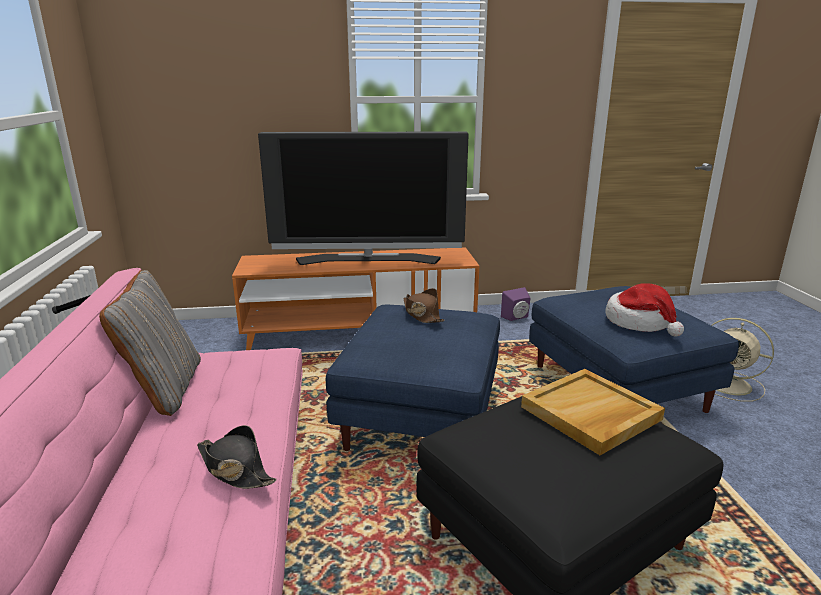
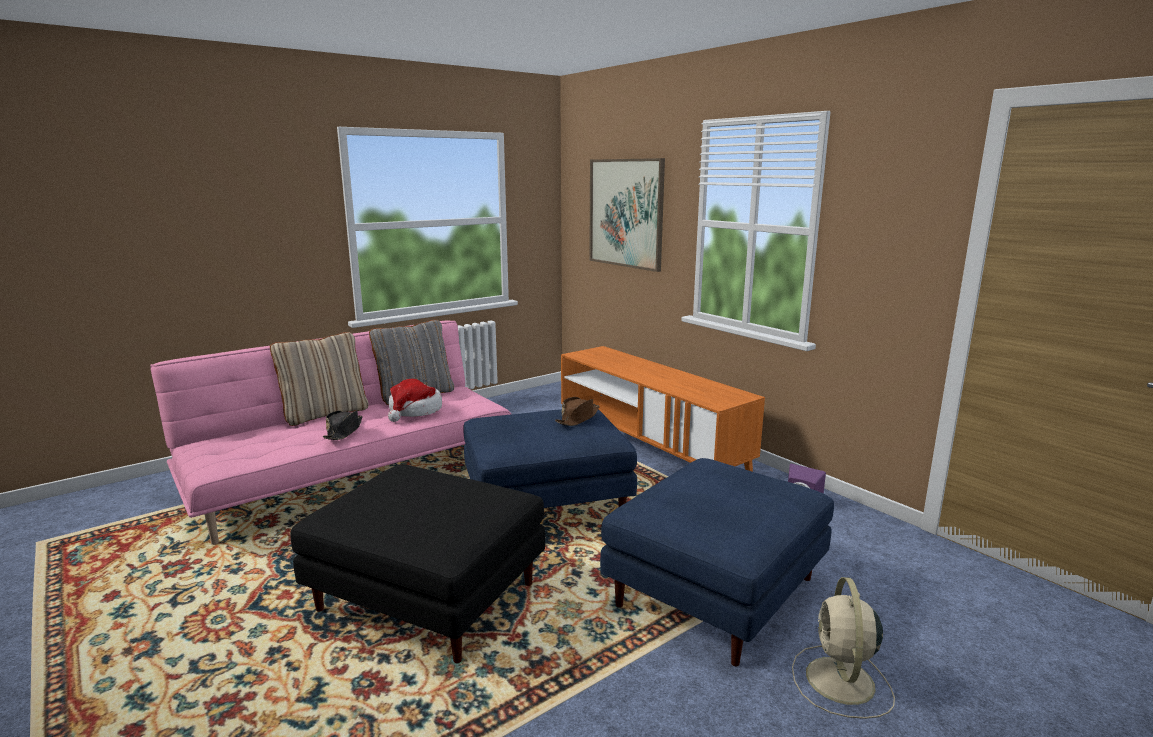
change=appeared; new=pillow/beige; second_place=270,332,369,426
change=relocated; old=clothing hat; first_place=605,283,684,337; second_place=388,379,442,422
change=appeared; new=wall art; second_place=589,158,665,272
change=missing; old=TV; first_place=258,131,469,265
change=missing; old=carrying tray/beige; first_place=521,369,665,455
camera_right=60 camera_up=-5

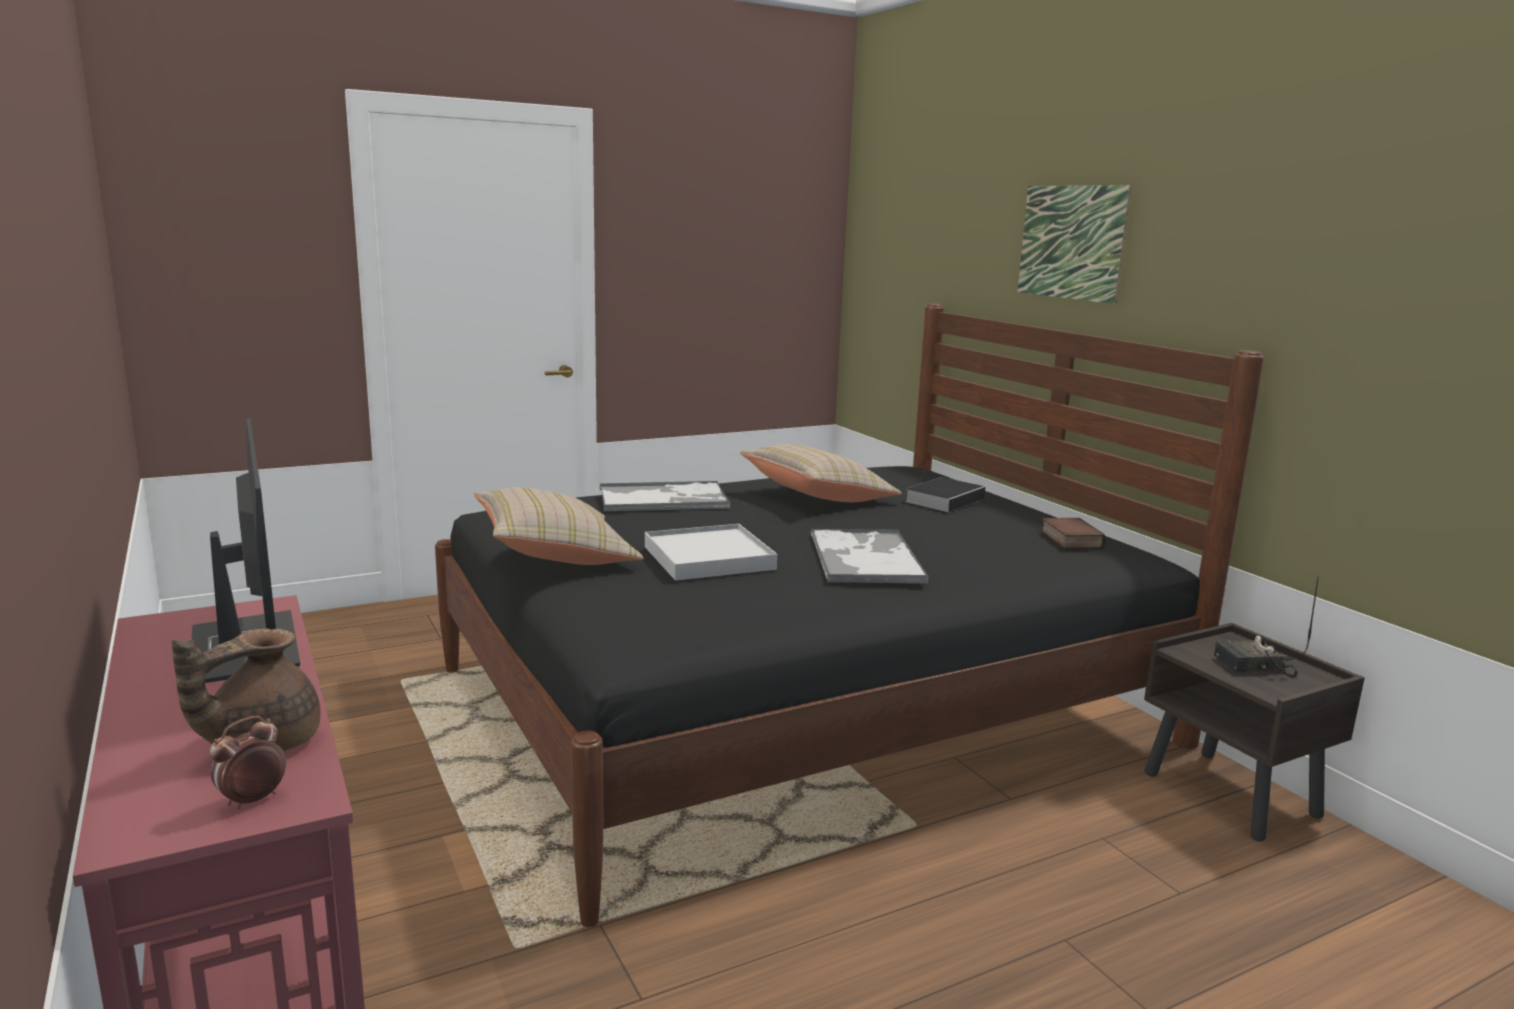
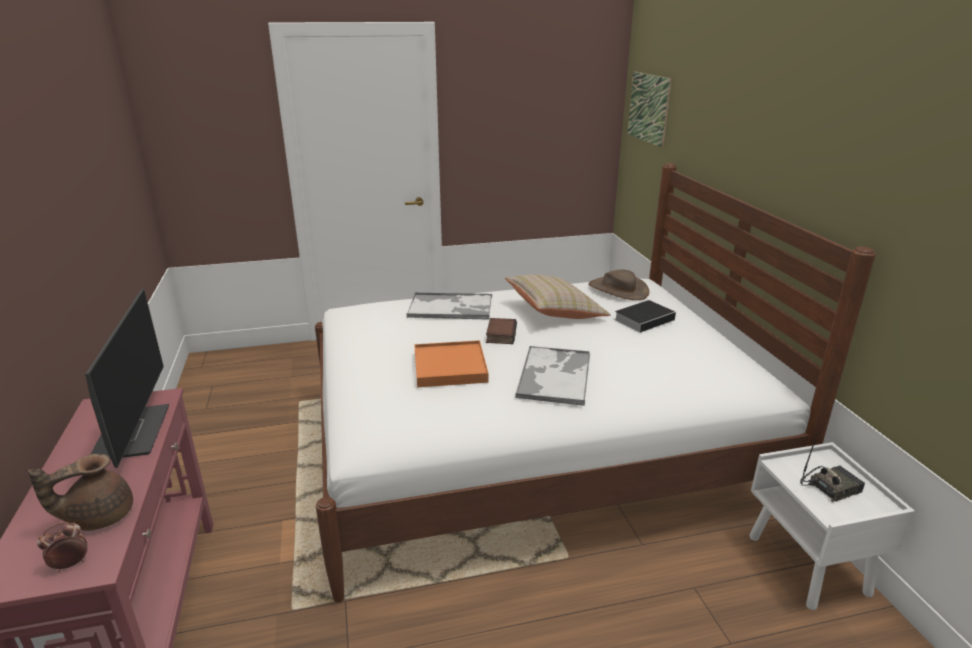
change=colour; old=sleeping bed/blackish; new=sleeping bed/white-coloured; first_place=435,304,1264,927; second_place=315,163,876,603
change=colour; old=carrying tray/white-coloured; new=carrying tray/orange-coloured; first_place=645,524,777,581; second_place=414,340,489,387
change=relocated; old=volume; first_place=1041,518,1106,549; second_place=486,318,517,344
change=appeared; new=clothing hat/brownish; second_place=589,269,649,300
change=relocated; old=wall art; first_place=1018,185,1132,304; second_place=628,72,672,148
change=colour; old=night table/brownish; new=night table/white-coloured; first_place=1144,623,1365,842; second_place=750,442,915,610
change=spun; old=radio receiver; first_place=1214,576,1319,678; second_place=800,431,865,502; degrees=150
change=missing; old=pillow/beige; first_place=474,487,643,565
camera_right=15 camera_up=10

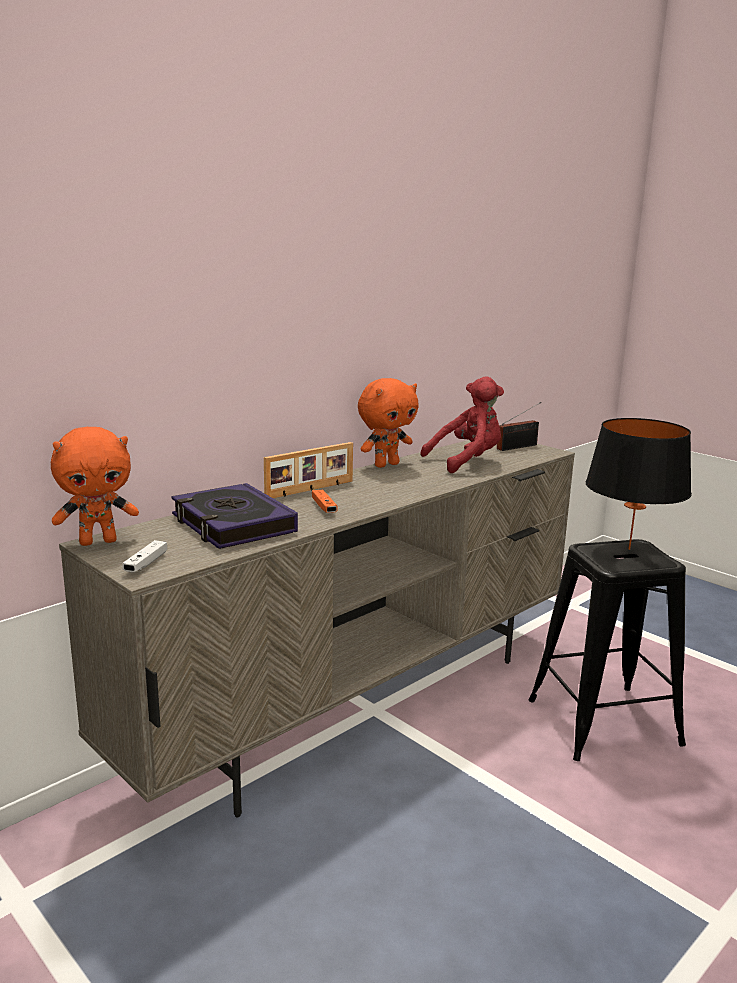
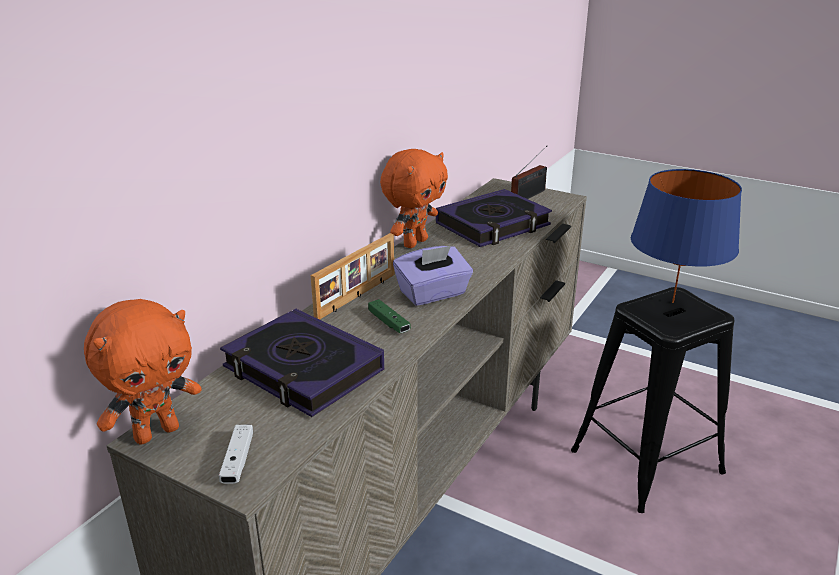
change=colour; old=gamepad/orange-coloured; new=gamepad/greenish; first_place=312,489,338,513; second_place=368,299,411,333
change=appeared; new=tissue box/purple; second_place=393,246,473,306
change=exchanged; old=cuddly toy/red; new=volume; first_place=421,376,504,473; second_place=436,189,552,247
change=colour; old=tabletop lamp/blackish; new=tabletop lamp/blue; first_place=586,418,692,550; second_place=631,169,742,303
camera_right=-15 camera_up=10

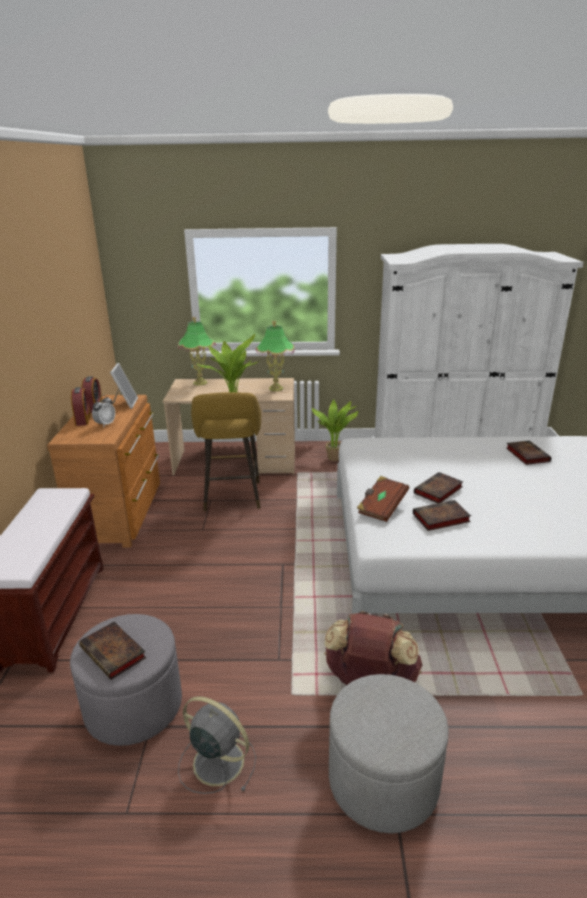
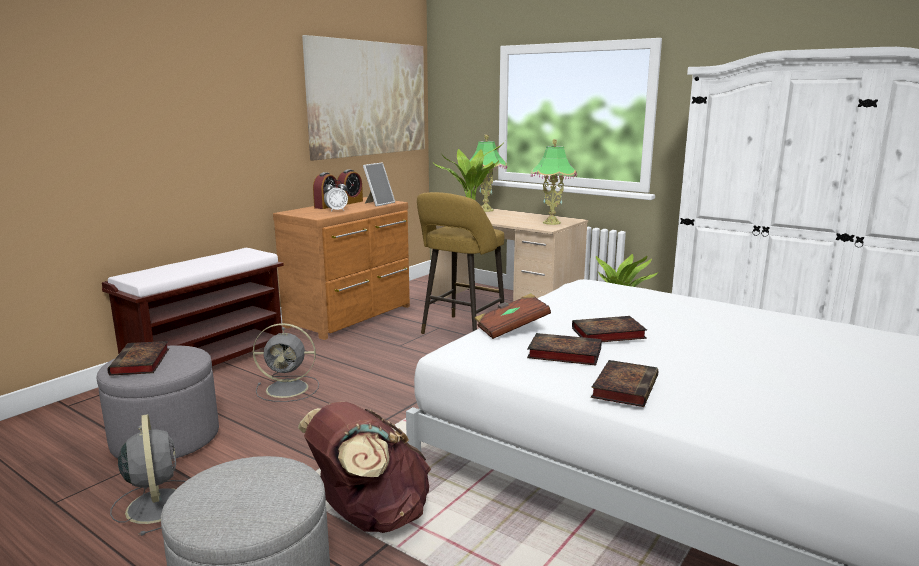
change=appeared; new=fan/gray; second_place=253,323,319,402
change=appeared; new=wall art; second_place=302,35,425,160
change=relocated; old=volume; first_place=506,440,551,465; second_place=591,360,658,407
camera_right=35 camera_up=-10

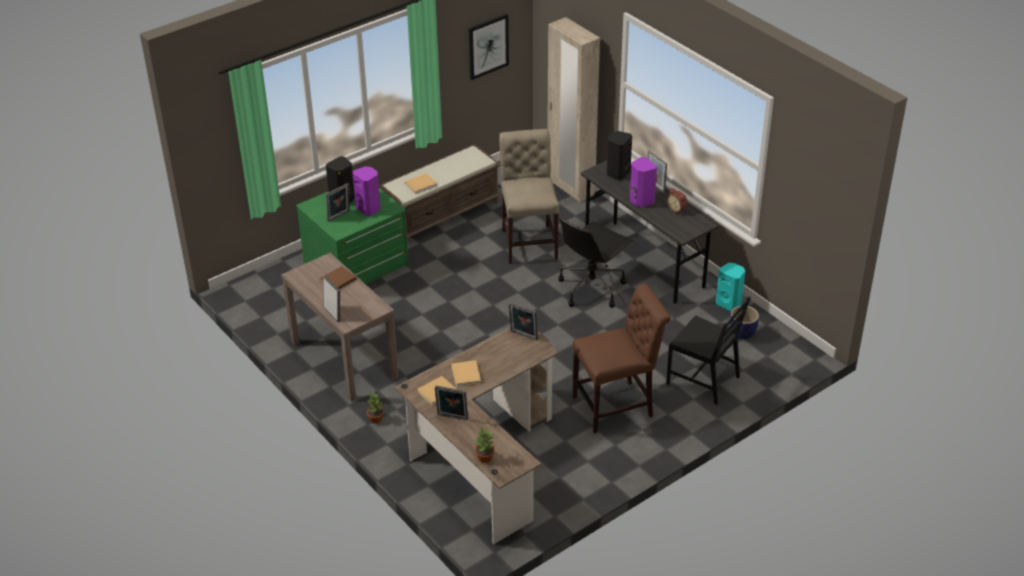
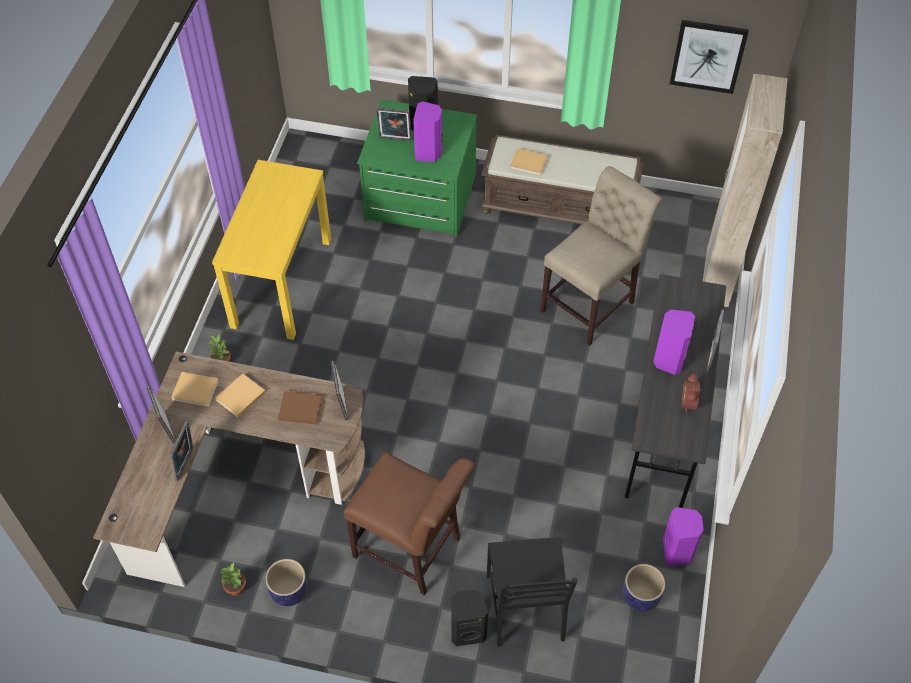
change=relocated; old=photo frame; first_place=323,276,340,322; second_place=169,421,193,481
change=colour; old=console table/brownish; new=console table/yellow; first_place=281,253,399,402; second_place=212,160,331,340
change=relocated; old=plant in a pot; first_place=475,426,495,463; second_place=220,563,246,596
change=appeared; new=plant pot; second_place=265,559,308,606
change=relocated; old=volume/brownish; first_place=319,266,357,289; second_place=278,391,323,424
change=relocated; old=audio speaker/blackish; first_place=607,131,632,180; second_place=451,590,488,646
change=colour; old=audio speaker/blue-green; new=audio speaker/purple; first_place=716,263,745,312; second_place=663,507,704,566
change=missing; old=computer chair/blackish; first_place=558,217,634,308
camera_right=50 camera_up=15

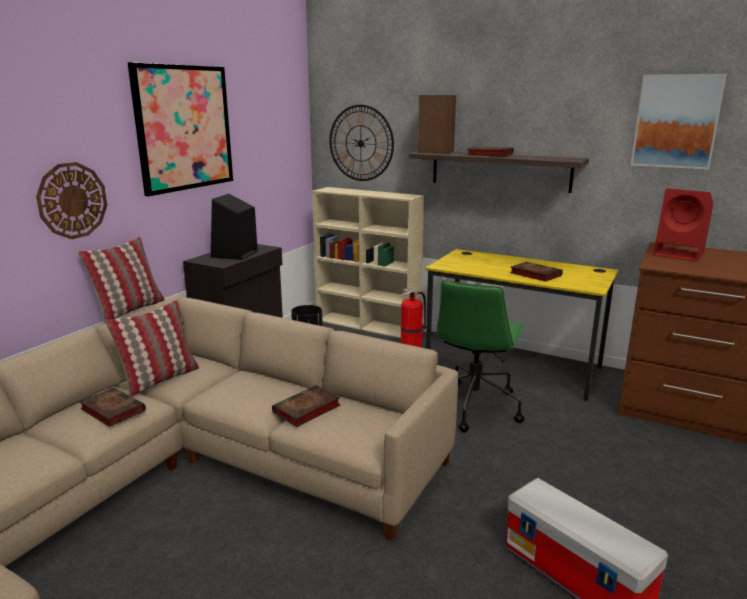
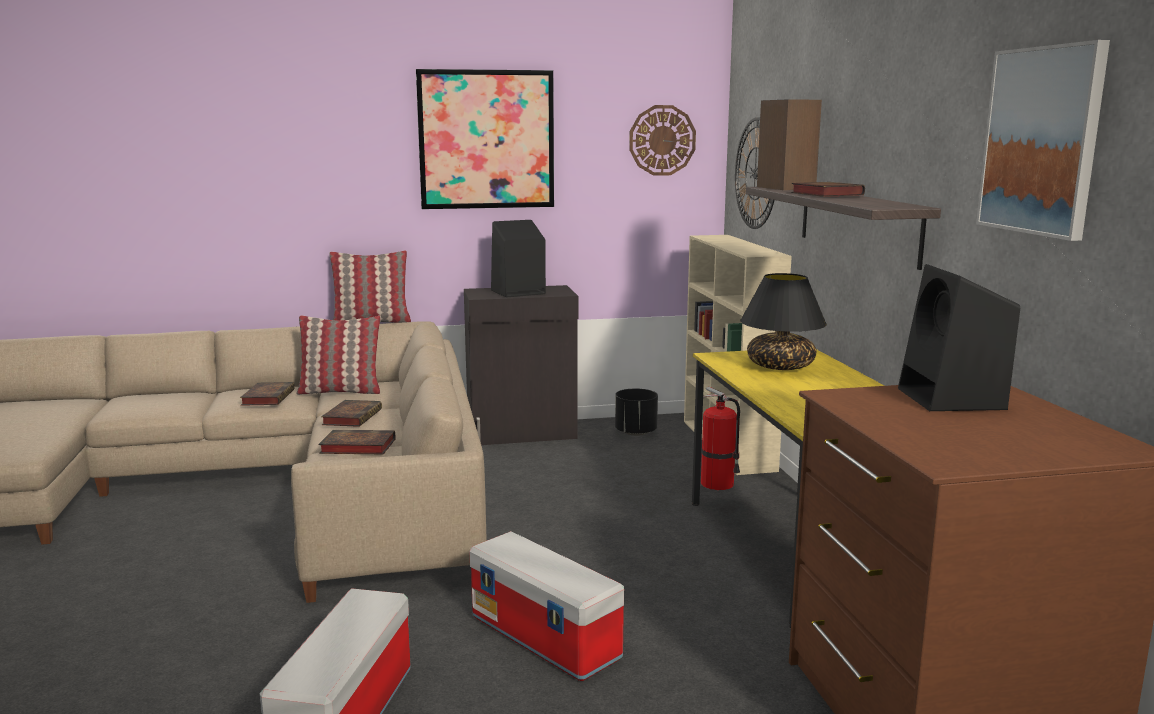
change=relocated; old=volume; first_place=510,262,563,282; second_place=321,400,382,427
change=appeared; new=storage box; second_place=470,531,624,681
change=relocated; old=clock on the wall; first_place=36,162,107,239; second_place=629,105,696,176
change=appeared; new=tabletop lamp/blackish; second_place=740,273,827,370
change=colour; old=audio speaker/red; new=audio speaker/blackish; first_place=653,189,713,262; second_place=898,264,1020,411
change=missing; old=computer chair/greenish; first_place=437,280,524,432
camera_right=50 camera_up=-5

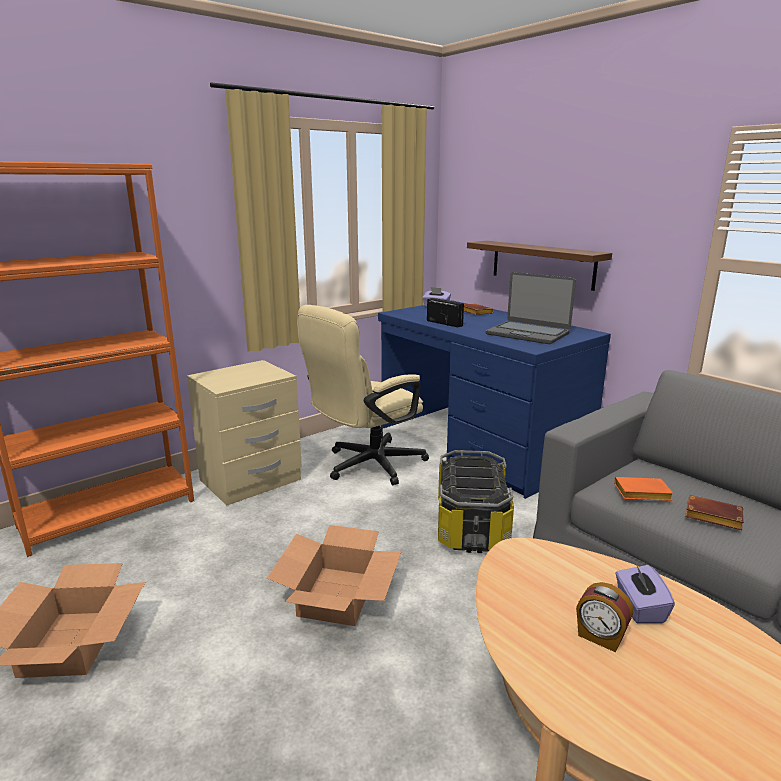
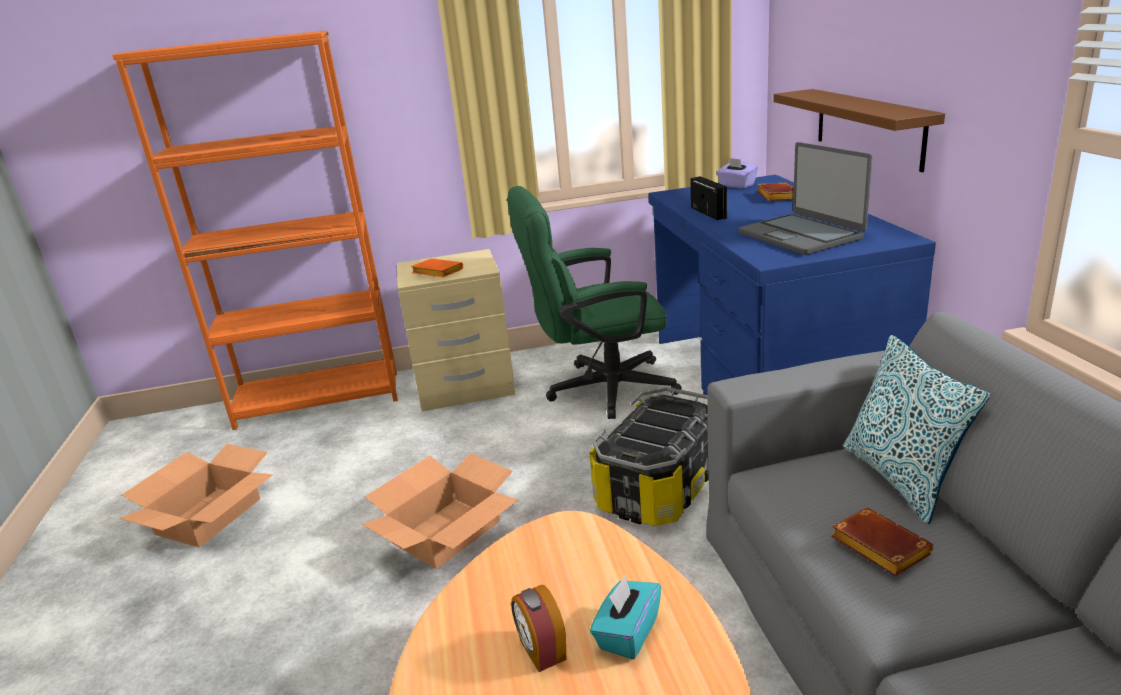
change=relocated; old=volume/orange-coloured; first_place=614,477,674,501; second_place=411,258,463,277
change=colour; old=computer chair/beige; new=computer chair/greenish; first_place=297,305,429,486; second_place=507,186,682,419
change=colour; old=tissue box/purple; new=tissue box/blue-green; first_place=615,563,675,623; second_place=590,576,661,660
change=appeared; new=pillow; second_place=843,335,990,524
camera_right=30 camera_up=5

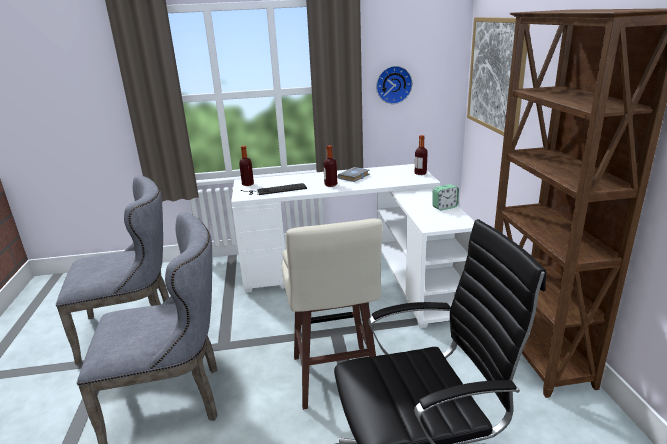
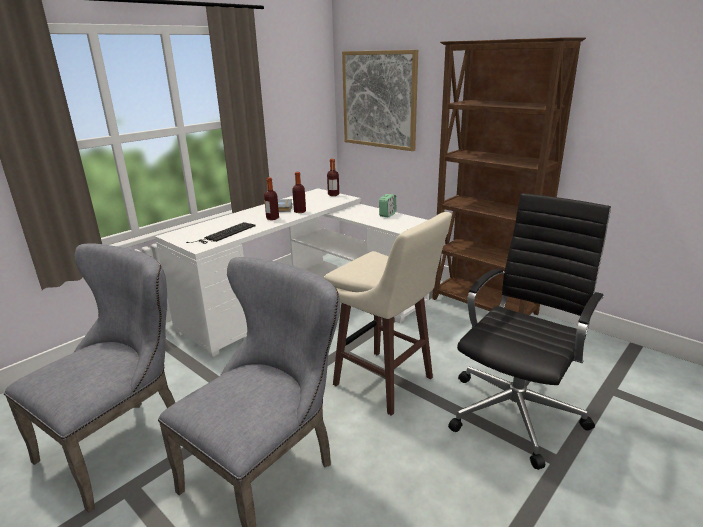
change=relocated; old=bottle; first_place=239,146,254,186; second_place=292,172,306,213
change=missing; old=clock on the wall; first_place=376,66,413,104
camera_right=-40 camera_up=0

